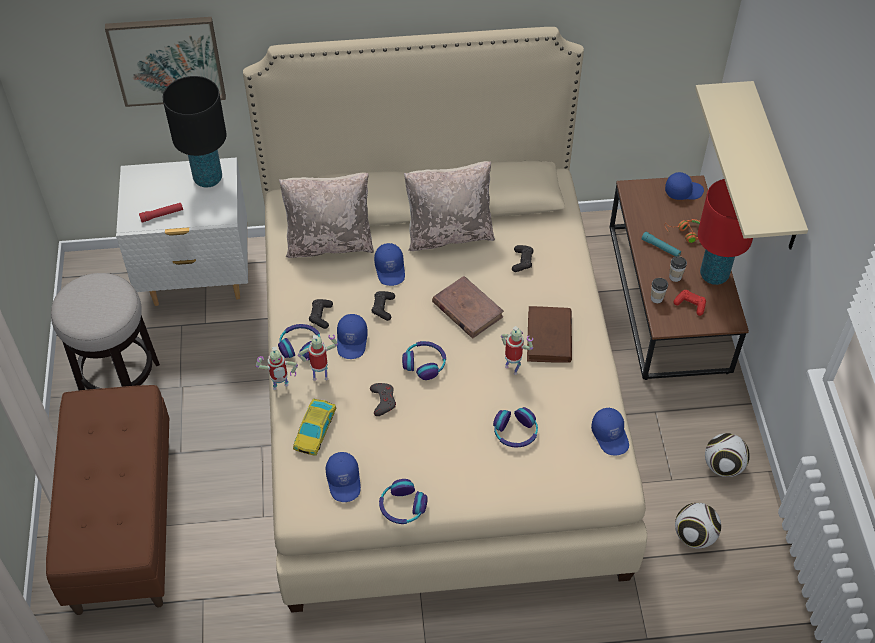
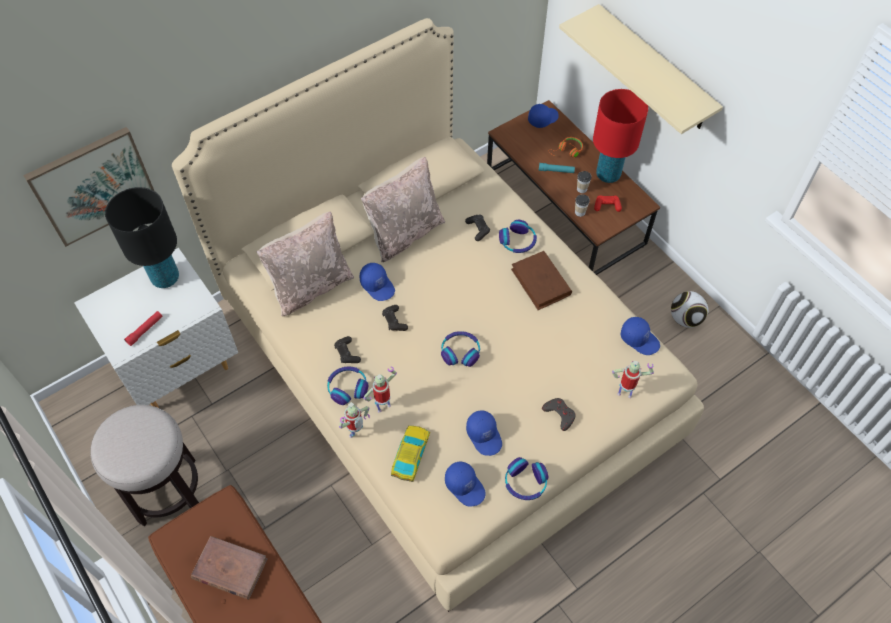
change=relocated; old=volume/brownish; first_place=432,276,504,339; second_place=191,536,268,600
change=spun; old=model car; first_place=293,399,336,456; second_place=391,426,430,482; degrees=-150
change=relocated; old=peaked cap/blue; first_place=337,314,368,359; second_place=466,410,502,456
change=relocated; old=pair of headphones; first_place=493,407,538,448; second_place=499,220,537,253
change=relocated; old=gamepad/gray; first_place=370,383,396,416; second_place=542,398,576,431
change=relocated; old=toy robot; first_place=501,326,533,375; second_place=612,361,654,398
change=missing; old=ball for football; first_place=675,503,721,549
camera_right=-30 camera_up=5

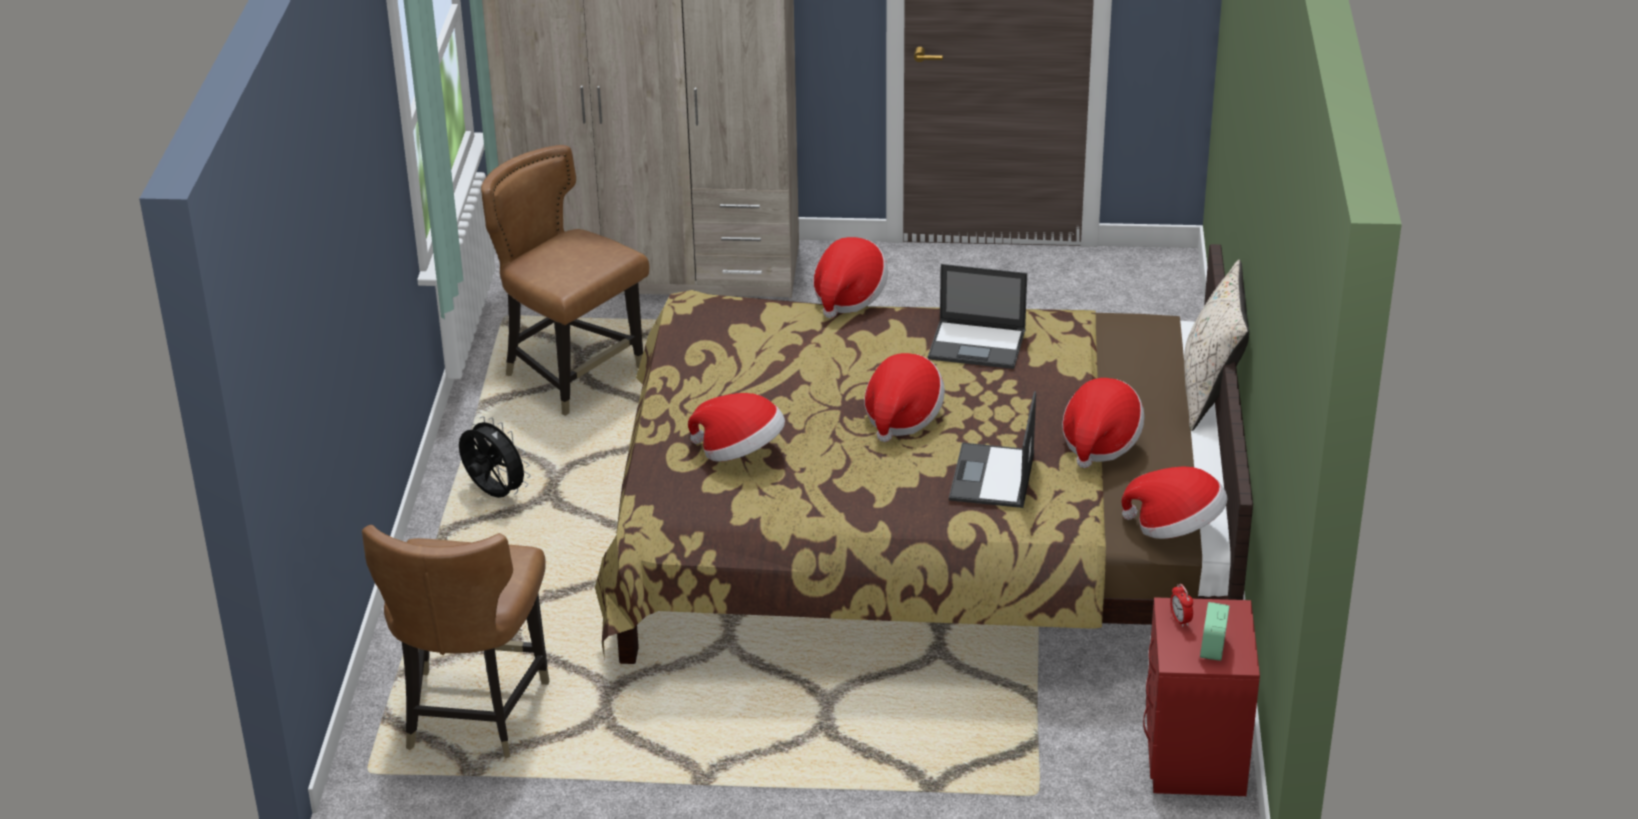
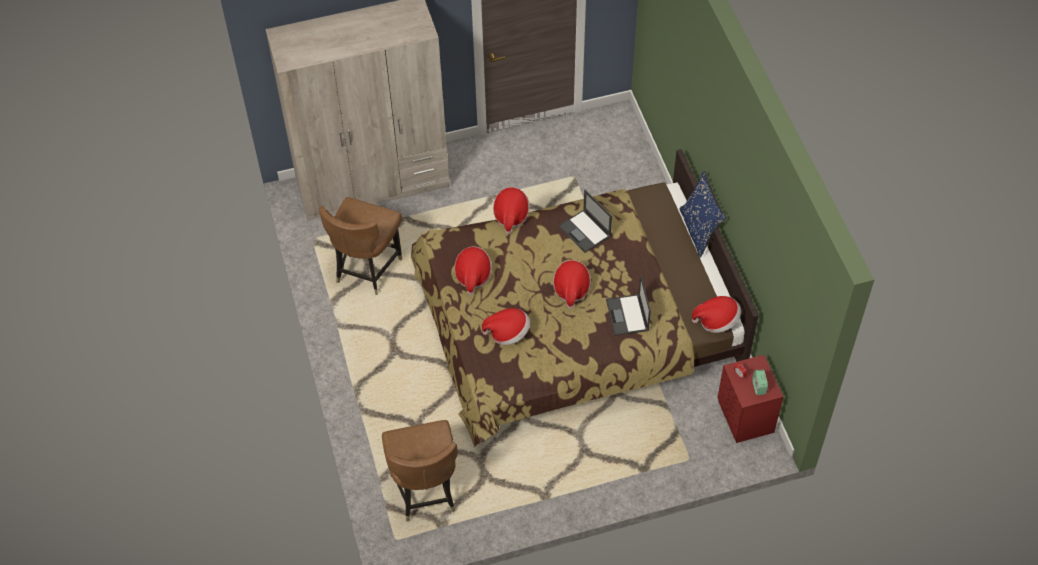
change=spun; old=chair/brownish; first_place=481,145,649,416; second_place=319,197,402,295; degrees=-90
change=relocated; old=clothing hat; first_place=1062,378,1144,468; second_place=454,246,492,295
change=spun; old=laptop; first_place=928,264,1027,369; second_place=559,190,612,253; degrees=60
change=colour; old=pillow/beige; new=pillow/blue; first_place=1184,260,1249,431; second_place=679,171,726,258
change=missing; old=fan/blackish; first_place=459,416,530,498
camera_right=-20 camera_up=20

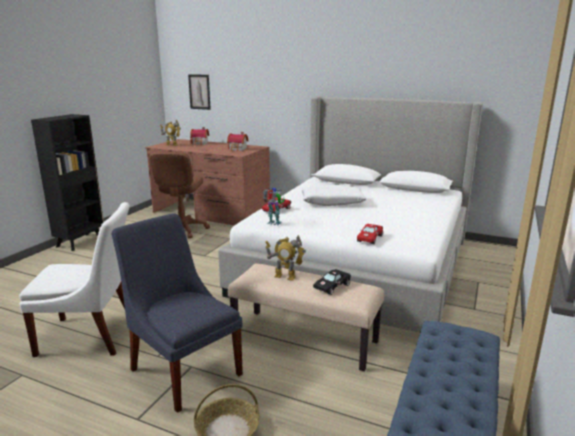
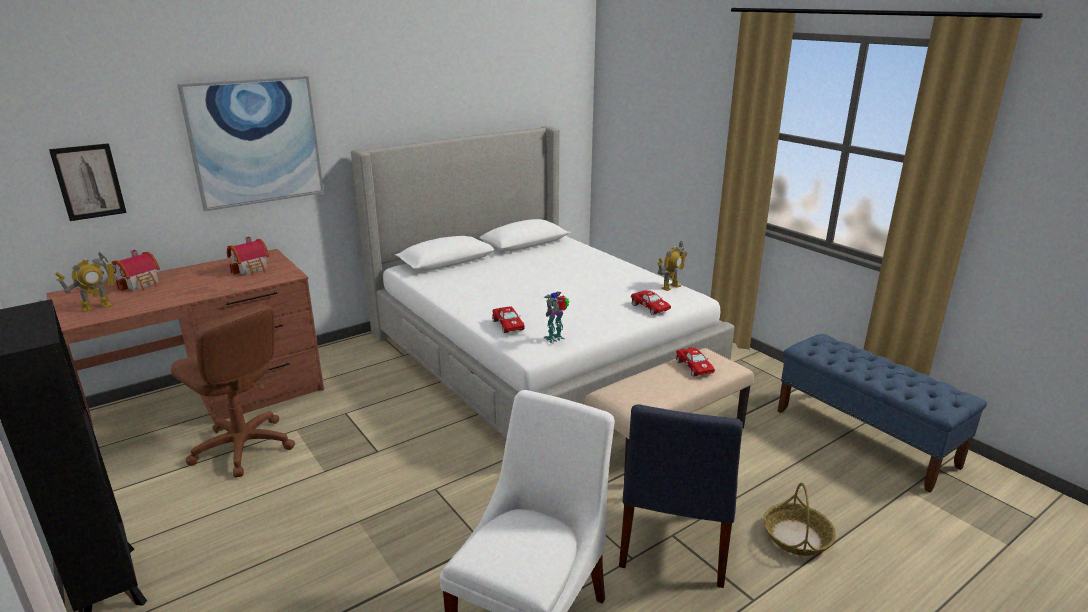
change=appeared; new=wall art; second_place=177,76,324,211
change=spun; old=chair/blue; first_place=112,213,243,413; second_place=619,404,743,588; degrees=-60
change=relocated; old=toy robot; first_place=265,235,306,281; second_place=658,241,687,291
change=colour; old=model car/blackish; new=model car/red; first_place=313,269,351,295; second_place=676,347,715,376
change=missing; old=pillow/white-coloured; first_place=302,185,366,206
camera_right=-60 camera_up=5

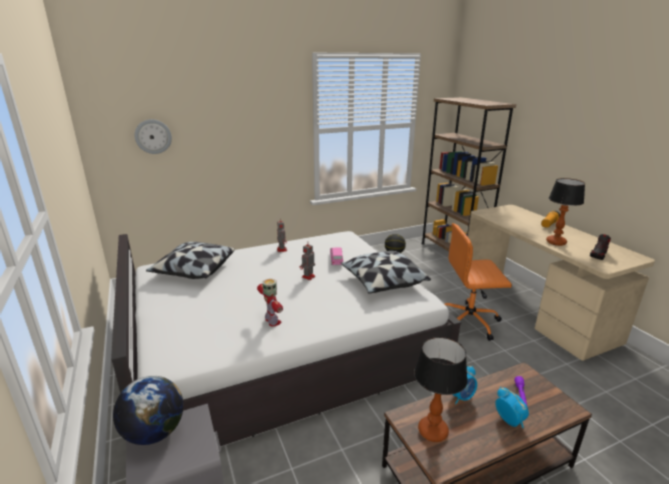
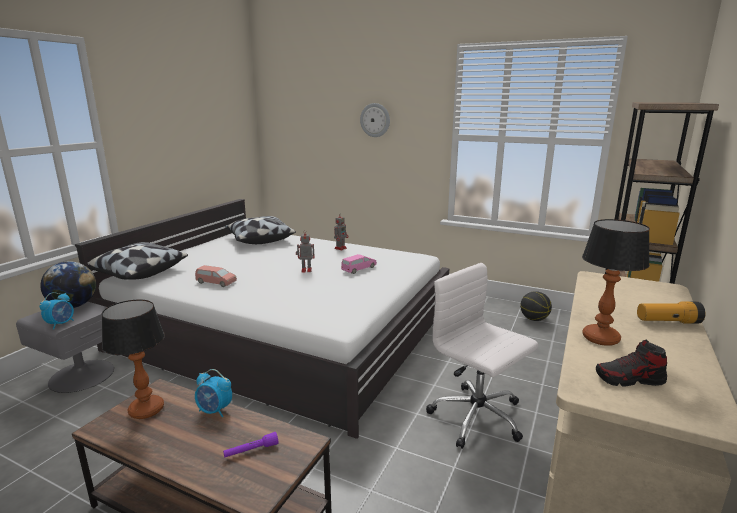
change=relocated; old=alarm clock; first_place=495,387,529,428; second_place=39,292,74,330
change=relocated; old=pillow; first_place=341,251,431,294; second_place=88,242,188,280
change=exchanged; old=toy robot; new=model car/pink; first_place=257,279,283,327; second_place=195,265,237,287
change=relocated; old=clock on the wall; first_place=135,119,172,154; second_place=360,103,390,137
change=colour; old=computer chair/orange-coloured; new=computer chair/white-coloured; first_place=444,223,512,341; second_place=426,263,538,449
camera_right=50 camera_up=-5

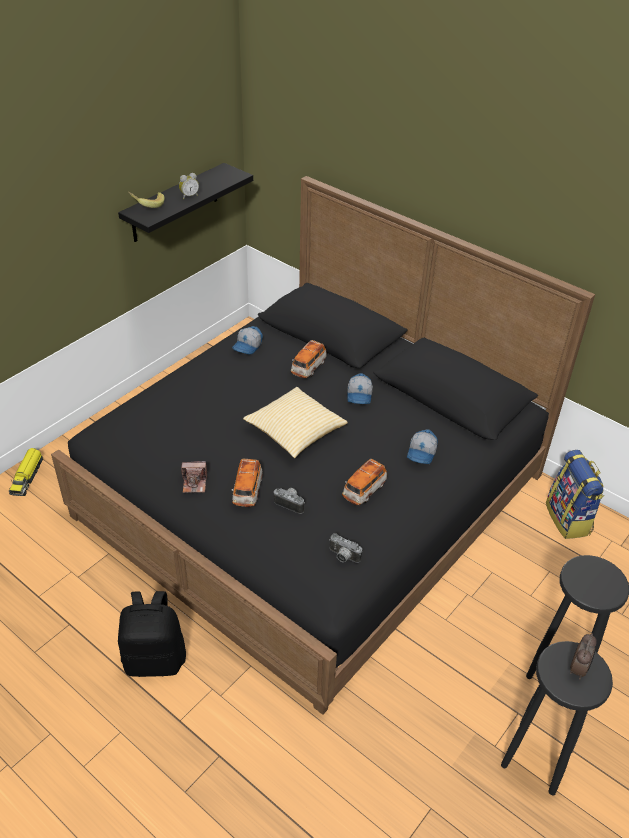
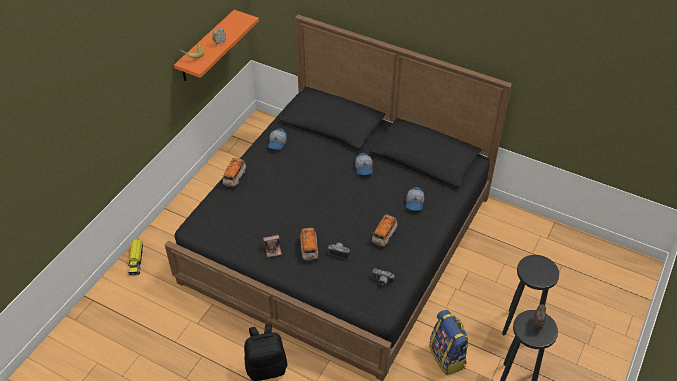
change=colour; old=wall shelf/blackish; new=wall shelf/orange-coloured; first_place=118,163,253,242; second_place=174,10,259,81
change=relocated; old=model car; first_place=291,340,327,378; second_place=222,158,246,187
change=relocated; old=backpack; first_place=546,450,604,539; second_place=429,310,469,375
change=missing; old=pillow; first_place=243,387,348,458
camera_right=-10 camera_up=5

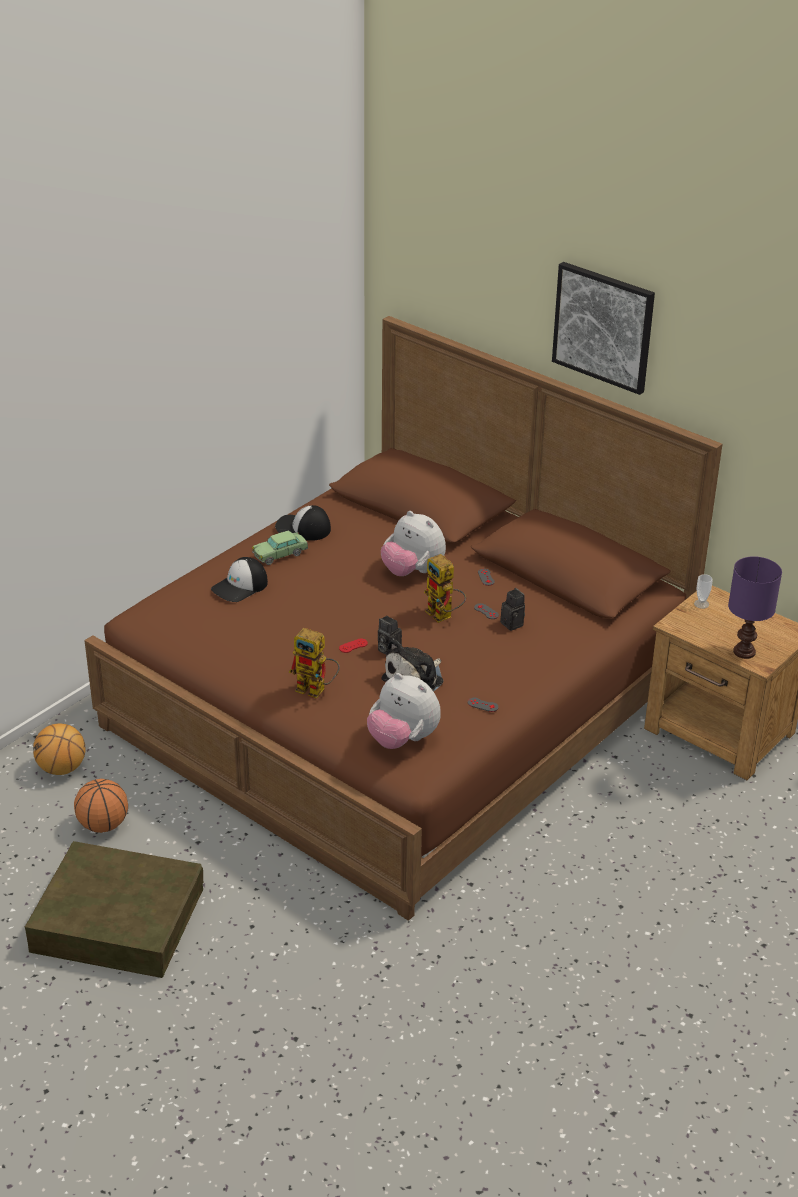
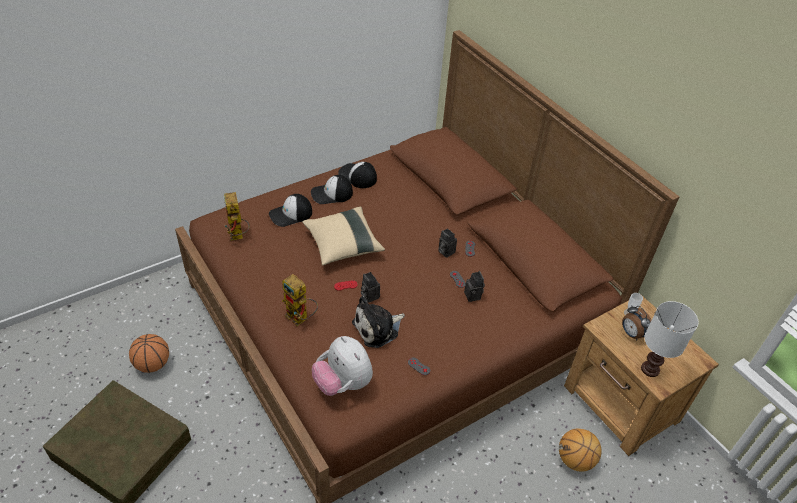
change=relocated; old=toy robot; first_place=424,554,466,623; second_place=224,192,250,240
change=appeared; new=pillow/beige; second_place=302,207,385,265
change=exchanged; old=model car; new=peaked cap; first_place=252,531,308,565; second_place=311,175,353,204
change=appeared; new=still camera; second_place=438,228,457,258
change=relocated; old=basketball ball; first_place=33,724,86,775; second_place=559,428,602,472
change=appeared; new=alarm clock; second_place=622,305,651,340
change=colour; old=tabletop lamp/purple; new=tabletop lamp/white-coloured; first_place=728,556,782,659; second_place=641,301,698,377
change=missing; old=cuddly toy; first_place=381,511,446,576
change=missing; old=wall art; first_place=552,262,655,395
camera_right=15 camera_up=10

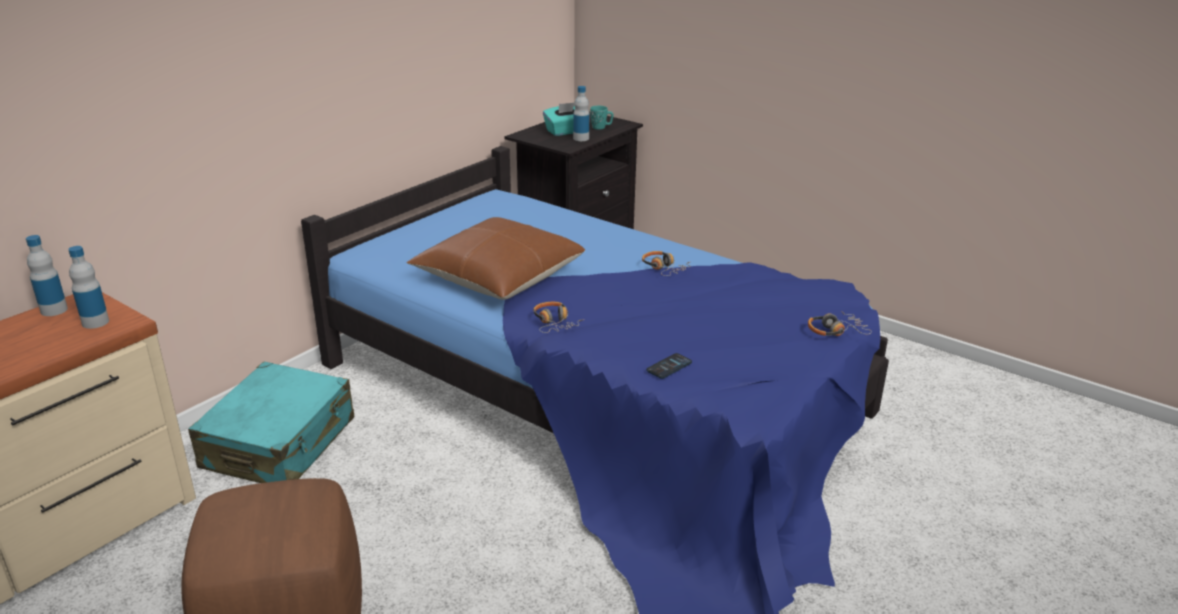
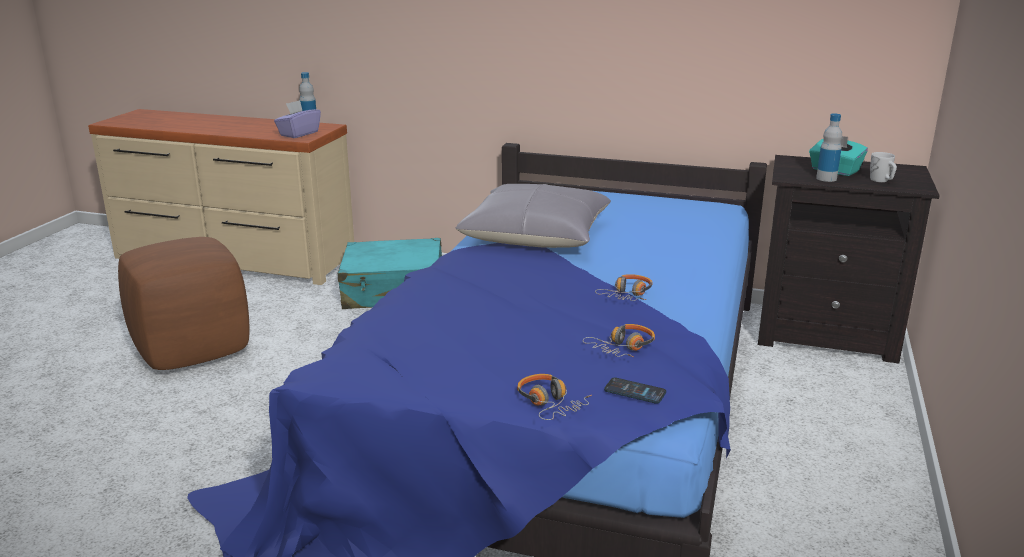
change=exchanged; old=bottle; new=tissue box/purple; first_place=68,246,109,329; second_place=274,100,321,138
change=colour; old=pillow/brownish; new=pillow/gray; first_place=406,217,585,300; second_place=456,184,611,248
change=relocated; old=pair of headphones; first_place=533,302,582,333; second_place=583,324,655,357
change=relocated; old=phone; first_place=646,353,692,379; second_place=604,377,666,404
change=colour; old=mug/blue-green; new=mug/white-coloured; first_place=590,106,614,130; second_place=870,152,897,182
camera_right=70 camera_up=-5

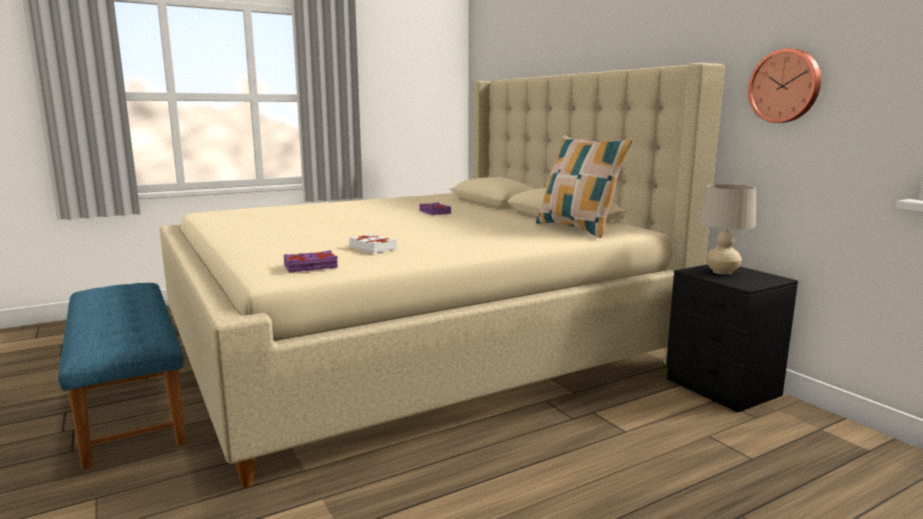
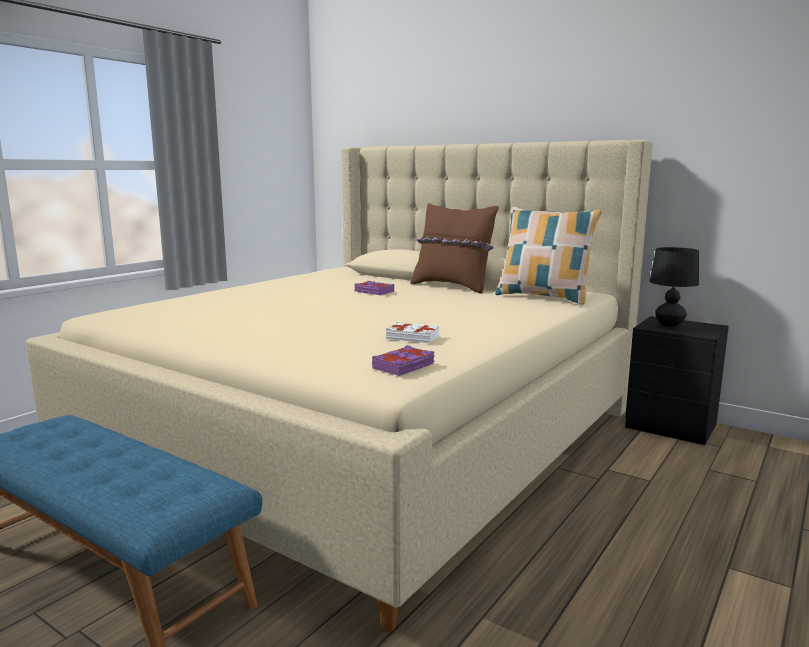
change=appeared; new=pillow/brownish; second_place=410,203,499,294
change=colour; old=tabletop lamp/beige; new=tabletop lamp/blackish; first_place=700,184,756,275; second_place=650,247,699,327
change=missing; old=clock on the wall; first_place=748,48,821,123
camera_right=-25 camera_up=0

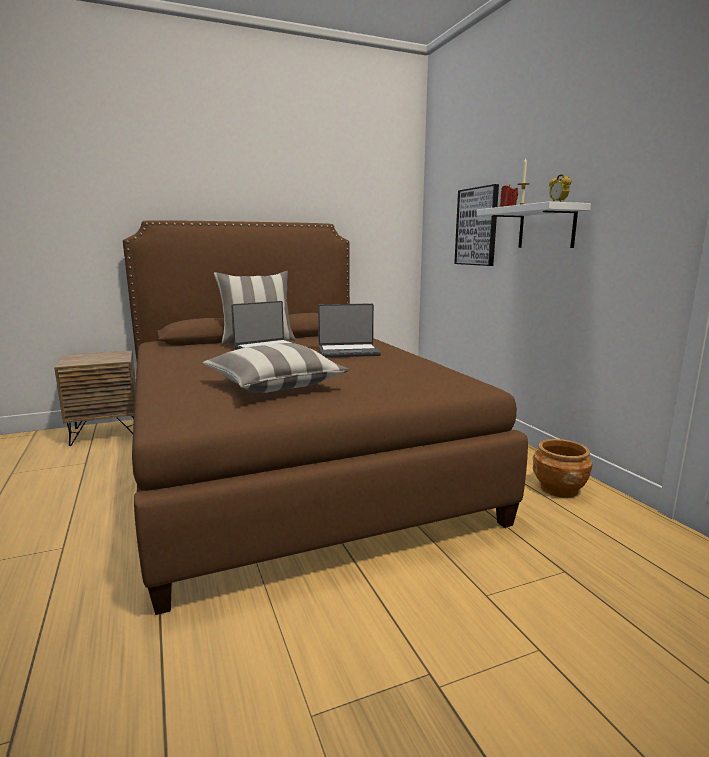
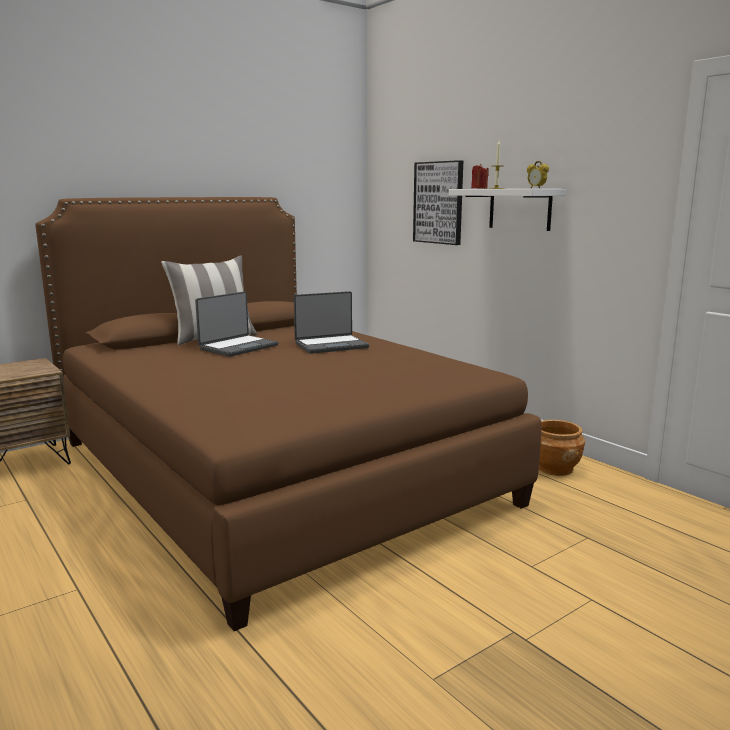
change=missing; old=pillow; first_place=203,343,349,393
camera_right=-15 camera_up=0

